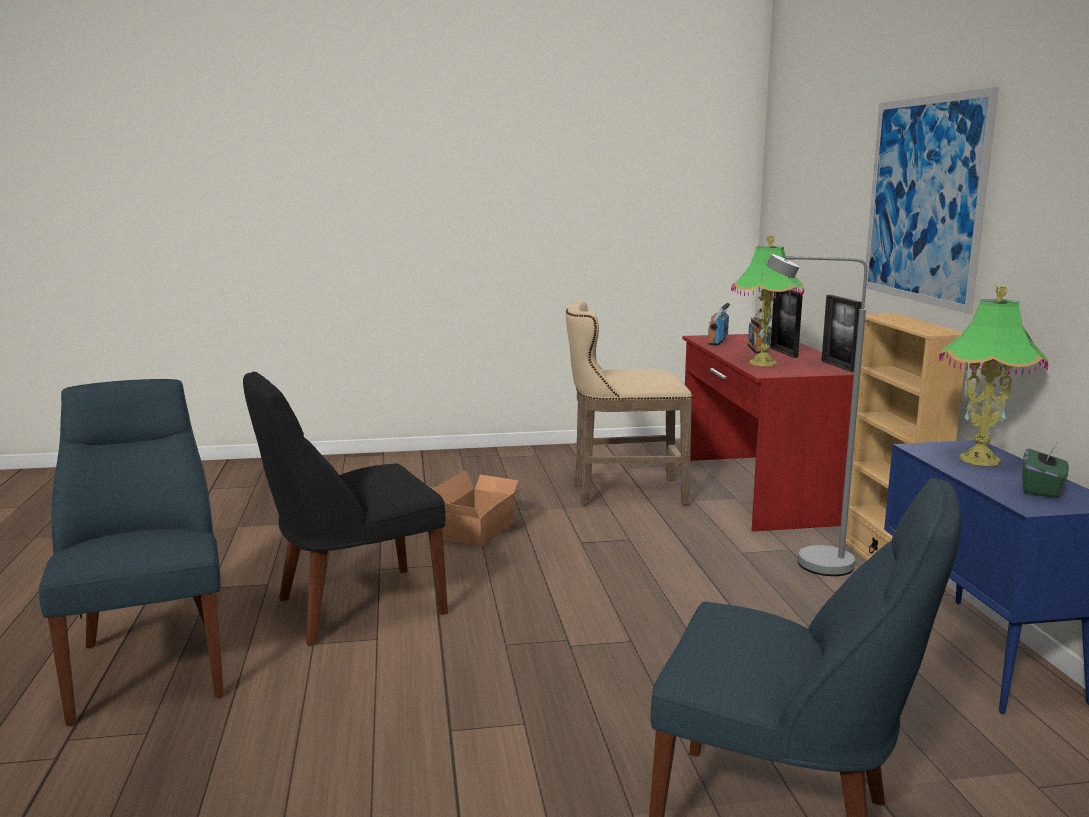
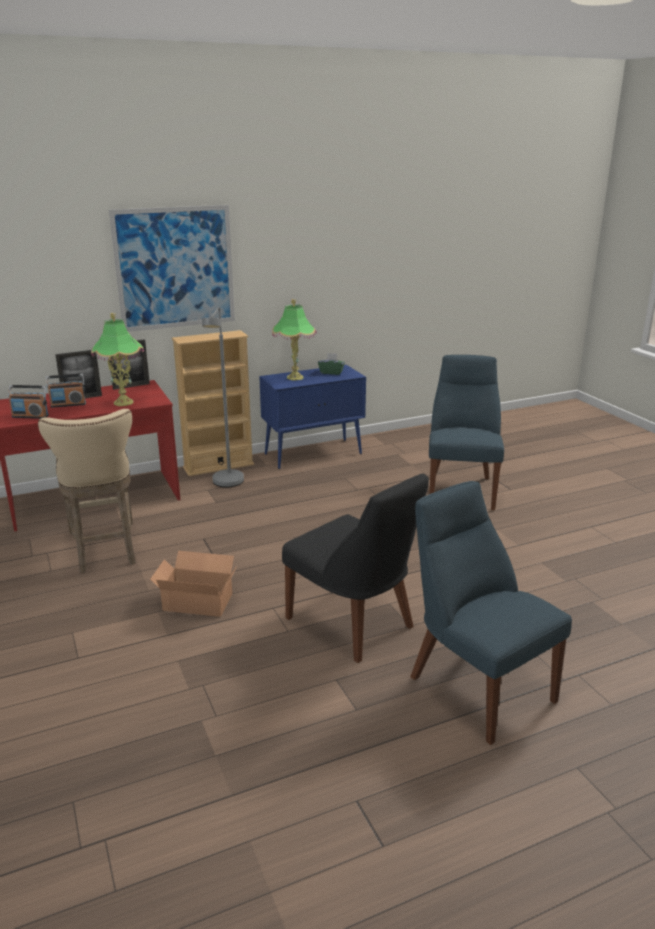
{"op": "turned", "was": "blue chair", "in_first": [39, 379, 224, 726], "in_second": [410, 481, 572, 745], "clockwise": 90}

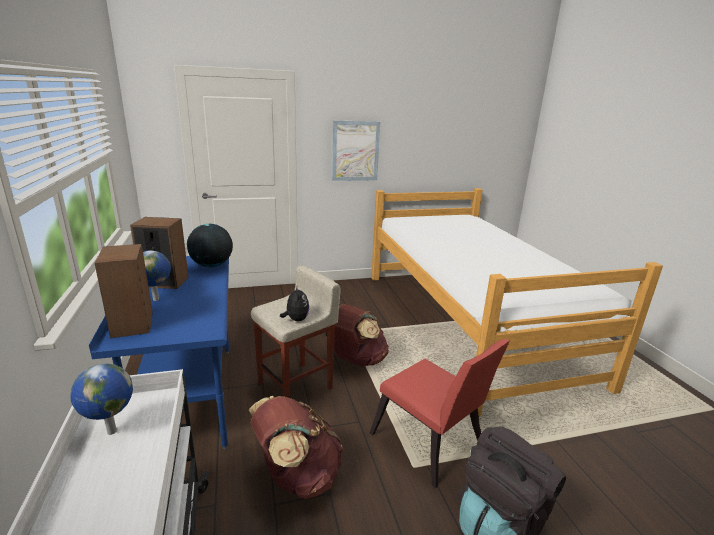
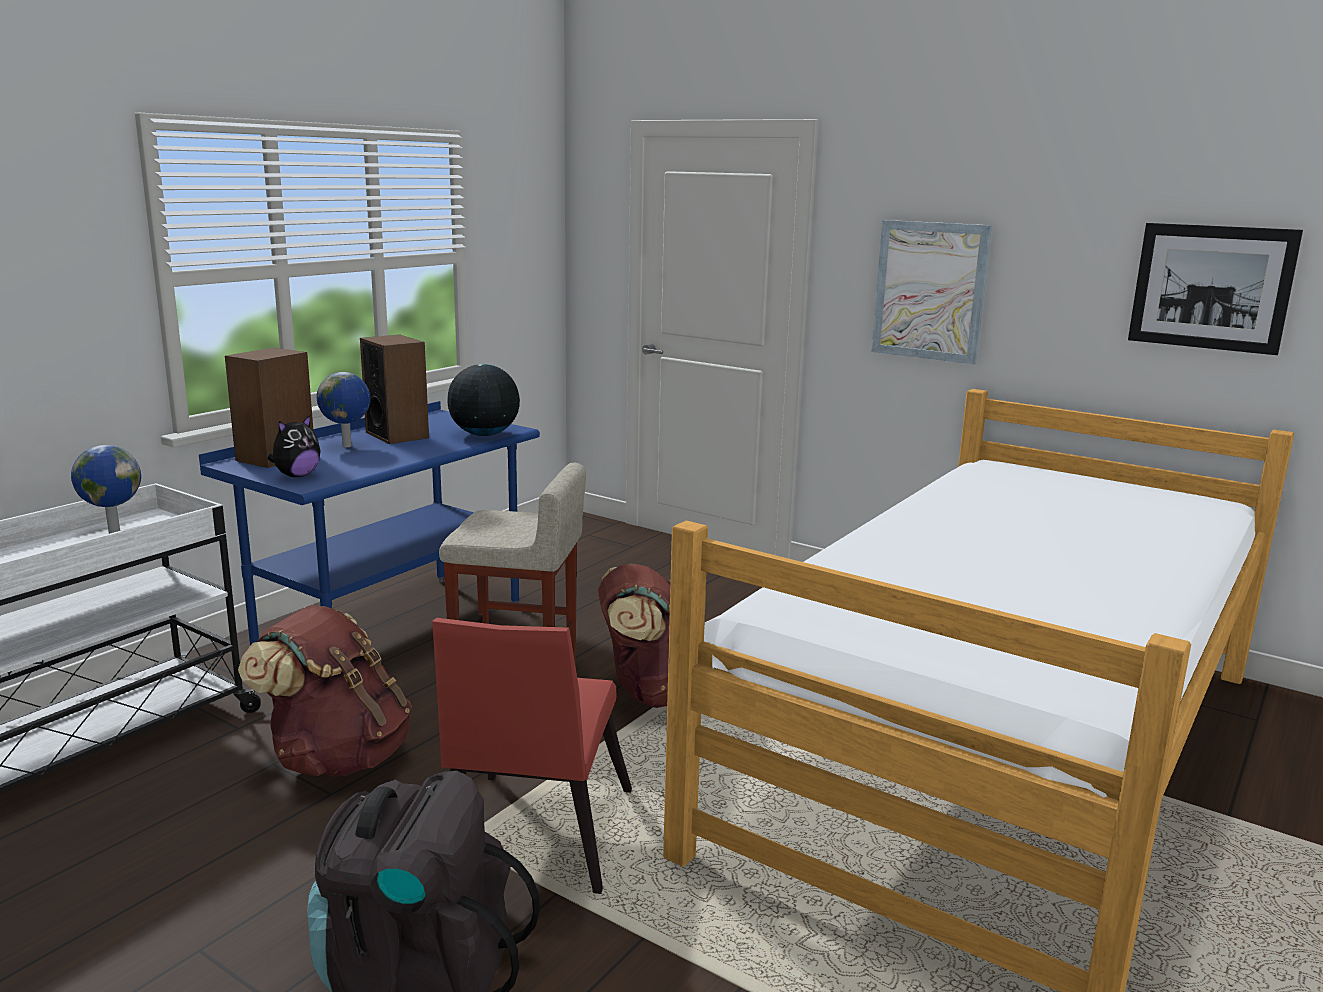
{"op": "added", "now": "picture", "in_second": [1128, 223, 1303, 355]}
{"op": "moved", "was": "plush toy", "in_first": [280, 284, 309, 321], "in_second": [267, 415, 320, 477]}

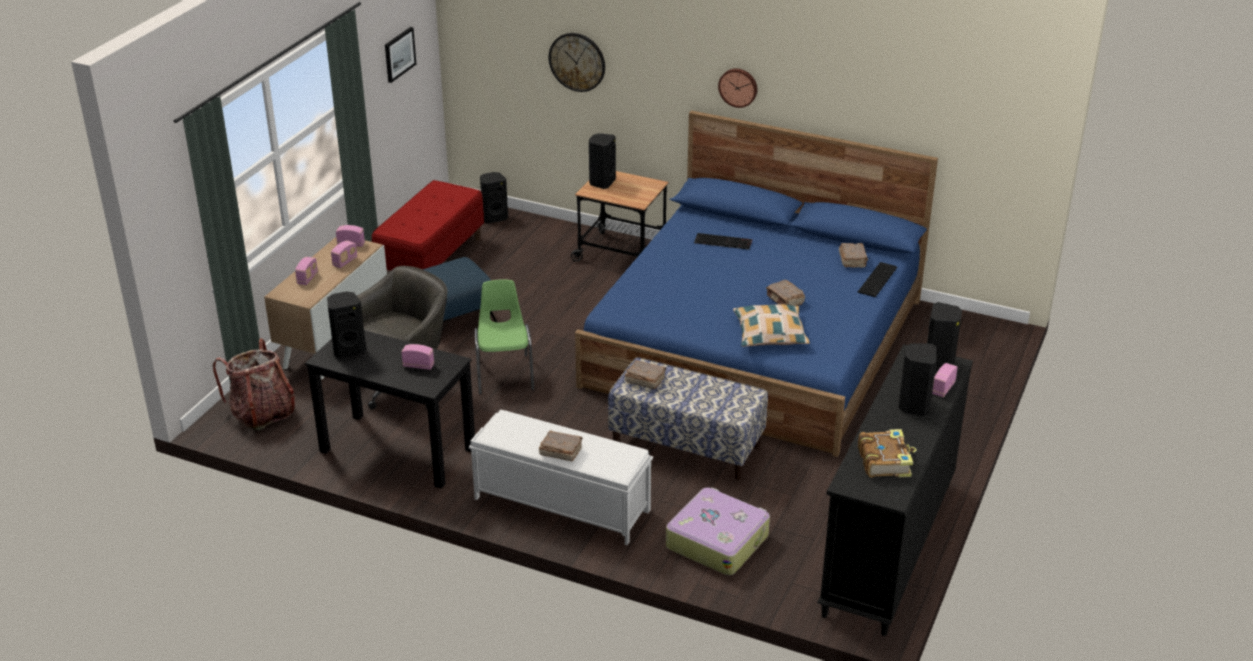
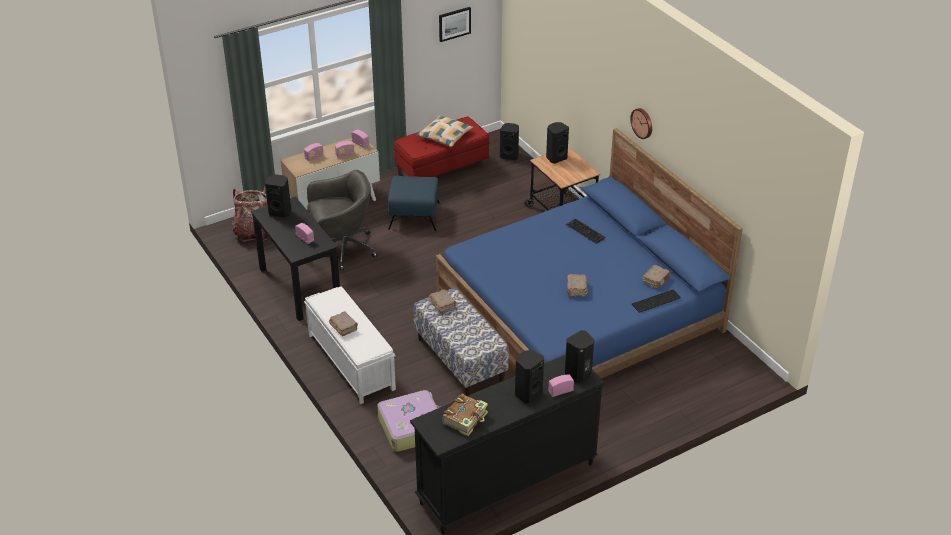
{"op": "removed", "was": "green chair", "in_first": [475, 279, 534, 395]}
{"op": "removed", "was": "wall clock", "in_first": [549, 33, 605, 92]}
{"op": "moved", "was": "pillow", "in_first": [733, 304, 810, 347], "in_second": [416, 116, 473, 147]}

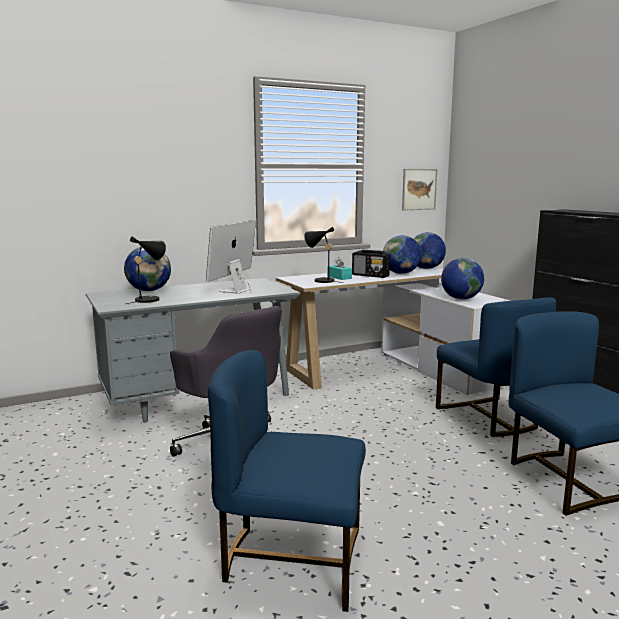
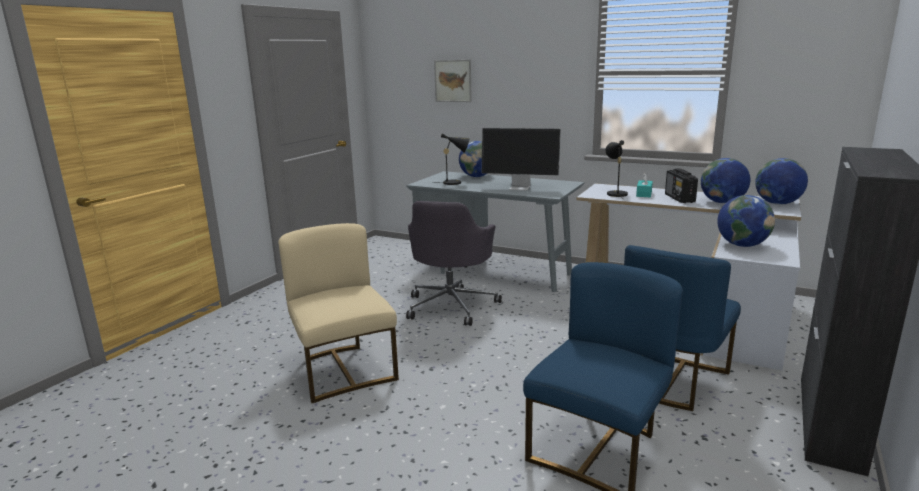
{"op": "moved", "was": "picture", "in_first": [402, 169, 437, 210], "in_second": [434, 60, 472, 102]}
{"op": "recoloured", "was": "blue chair", "now": "beige chair", "in_first": [208, 350, 366, 612], "in_second": [278, 223, 399, 403]}
{"op": "turned", "was": "monitor", "in_first": [206, 220, 256, 294], "in_second": [482, 128, 561, 191], "clockwise": -150}

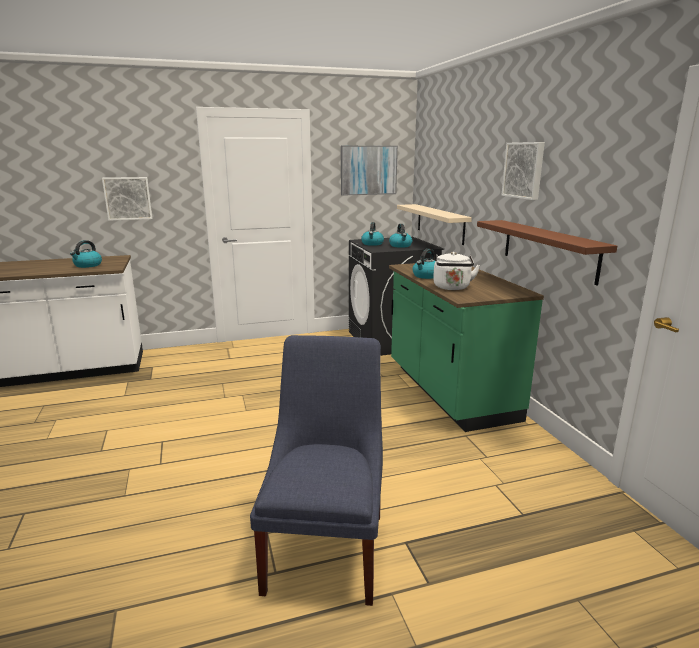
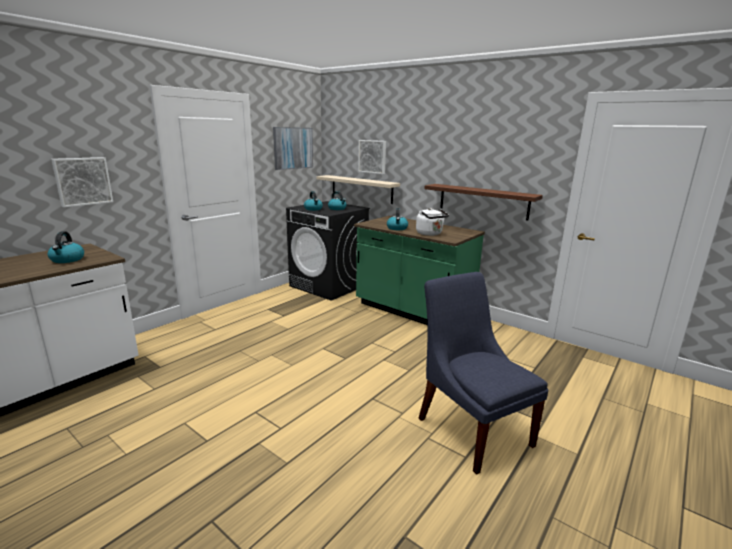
{"op": "moved", "was": "picture", "in_first": [501, 142, 545, 200], "in_second": [358, 140, 386, 174]}

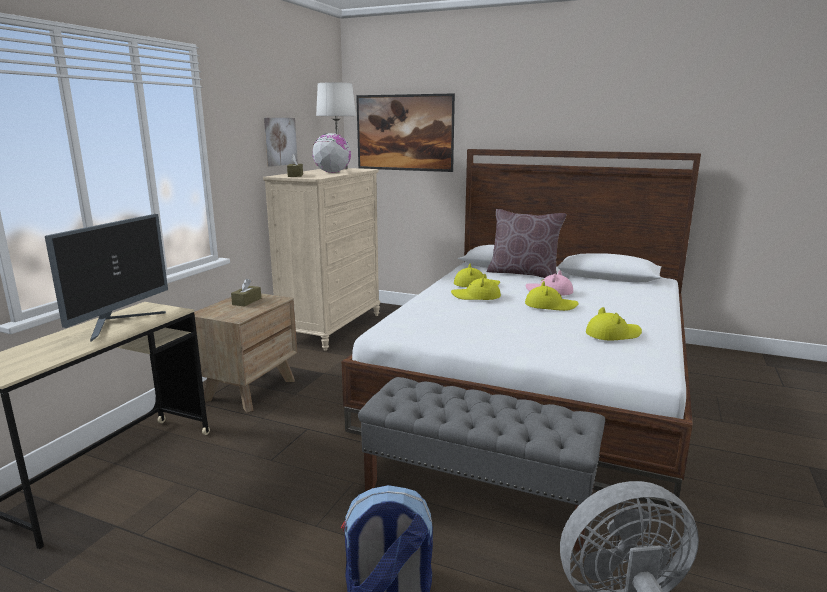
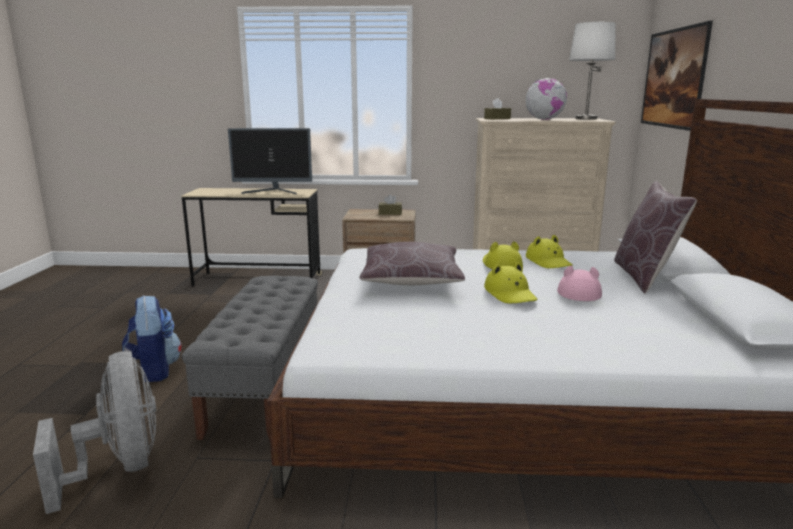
{"op": "removed", "was": "picture", "in_first": [264, 118, 298, 167]}
{"op": "removed", "was": "yellow hat", "in_first": [586, 307, 642, 340]}
{"op": "added", "now": "brown pillow", "in_second": [360, 242, 465, 285]}

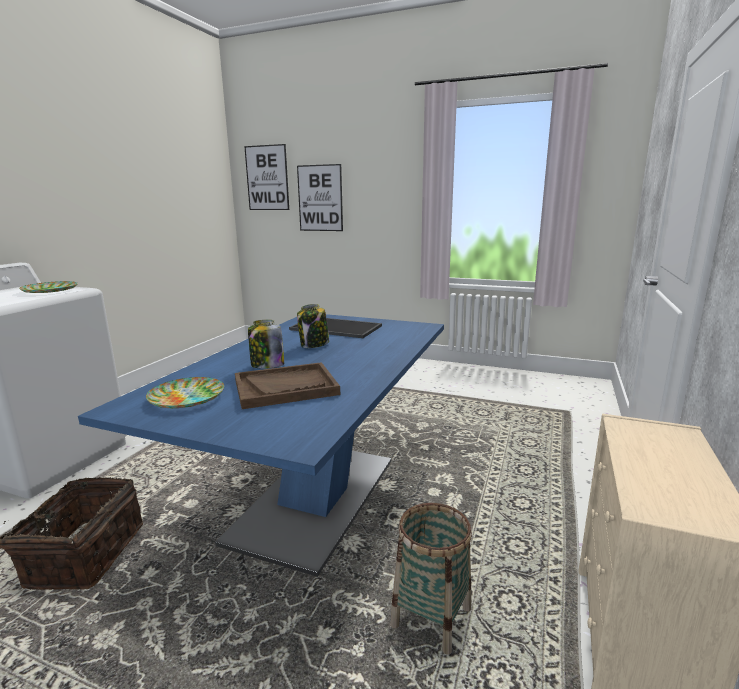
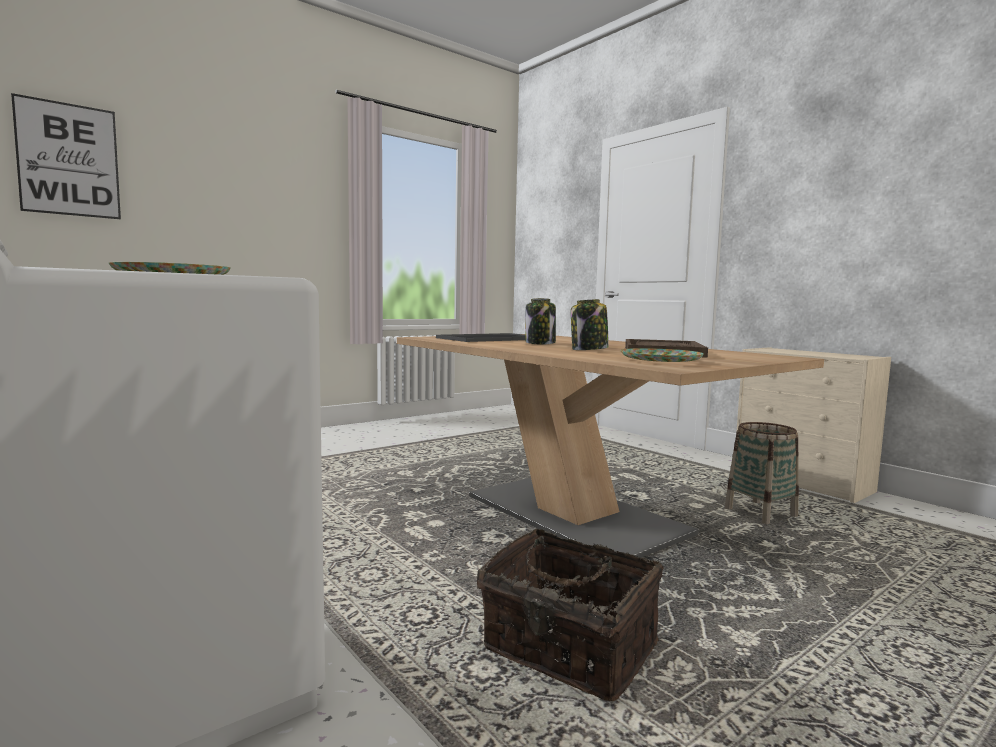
{"op": "removed", "was": "picture", "in_first": [297, 164, 343, 231]}
{"op": "recoloured", "was": "blue dining table", "now": "brown dining table", "in_first": [78, 314, 444, 577], "in_second": [397, 334, 824, 558]}

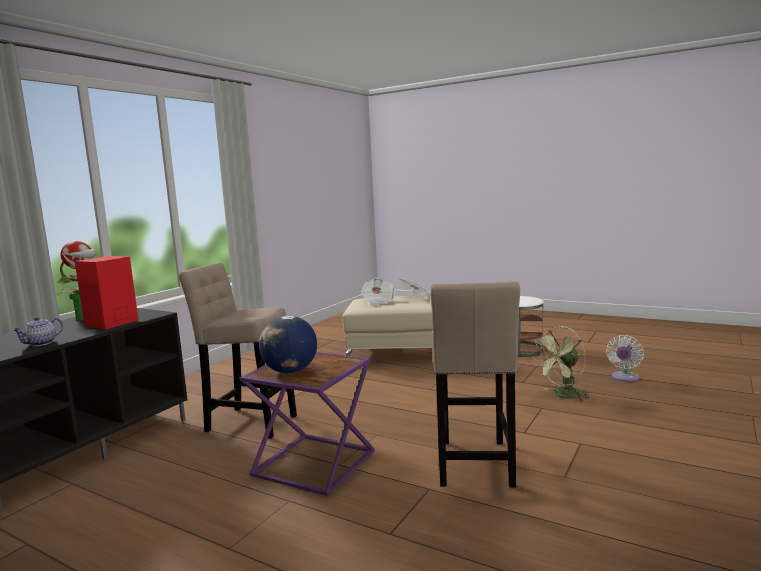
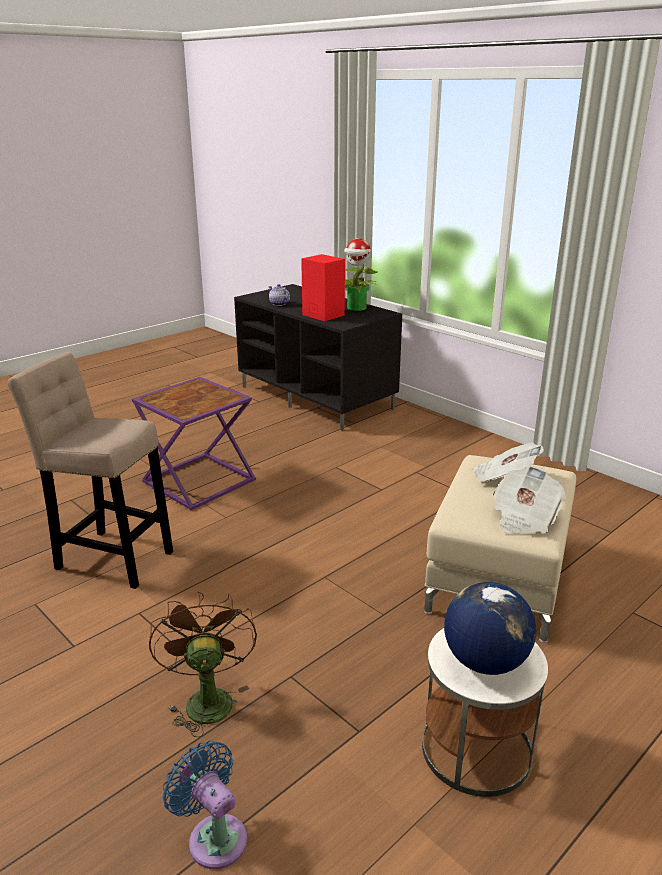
{"op": "removed", "was": "beige stool", "in_first": [179, 262, 297, 439]}
{"op": "moved", "was": "globe", "in_first": [259, 316, 317, 373], "in_second": [444, 582, 536, 675]}
{"op": "recoloured", "was": "green fan", "now": "brown fan", "in_first": [533, 326, 590, 402], "in_second": [149, 591, 257, 737]}
{"op": "recoloured", "was": "white fan", "now": "blue fan", "in_first": [606, 335, 644, 382], "in_second": [162, 741, 247, 869]}

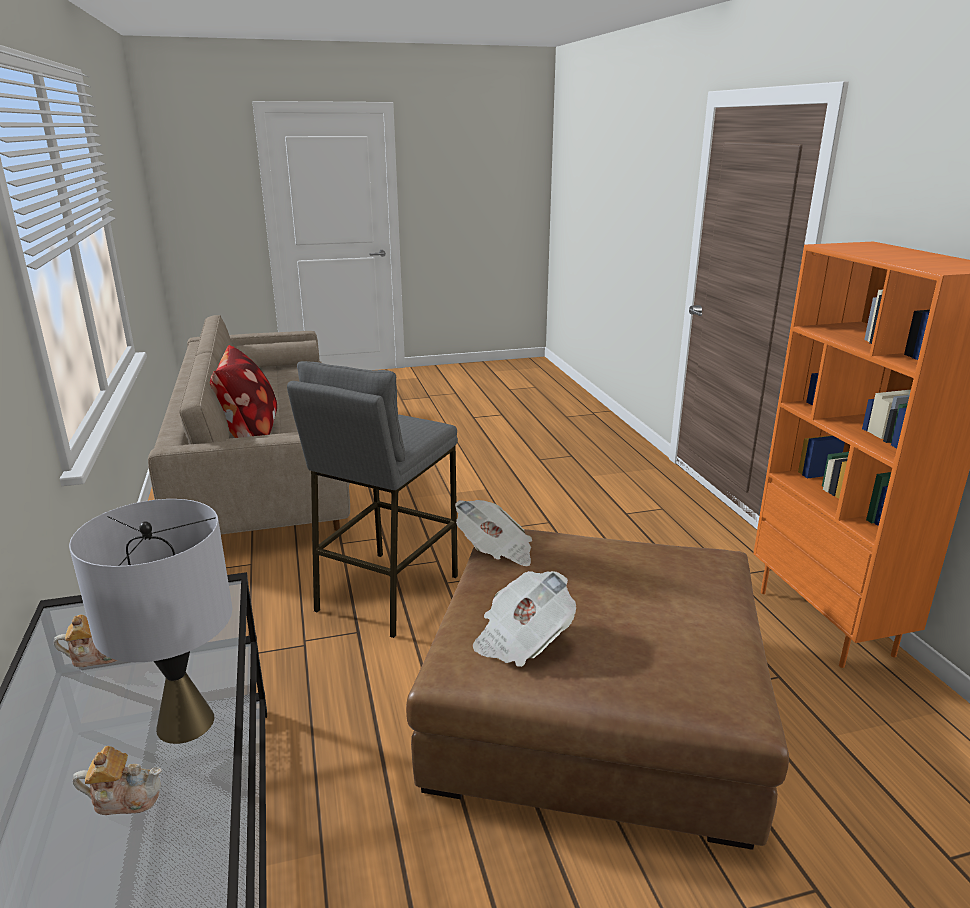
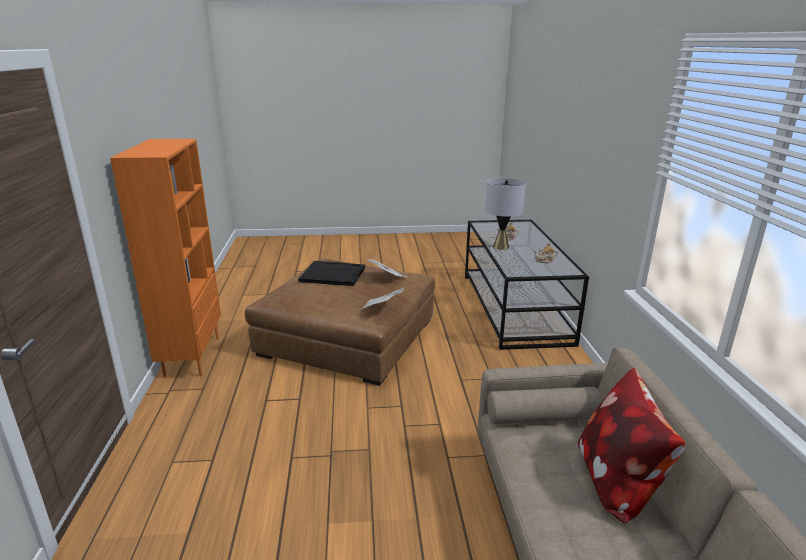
{"op": "removed", "was": "grey stool", "in_first": [287, 361, 458, 638]}
{"op": "added", "now": "black tray", "in_second": [298, 261, 365, 286]}

